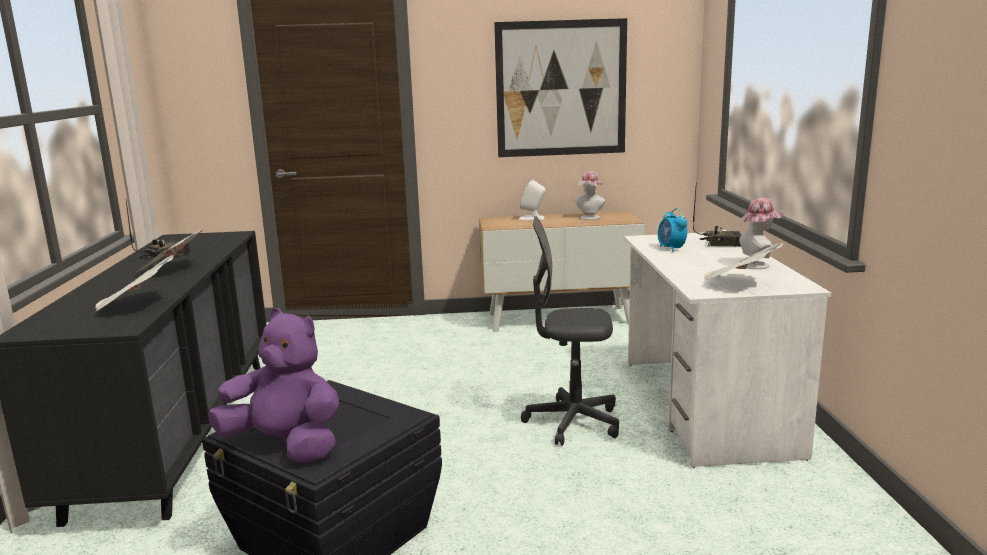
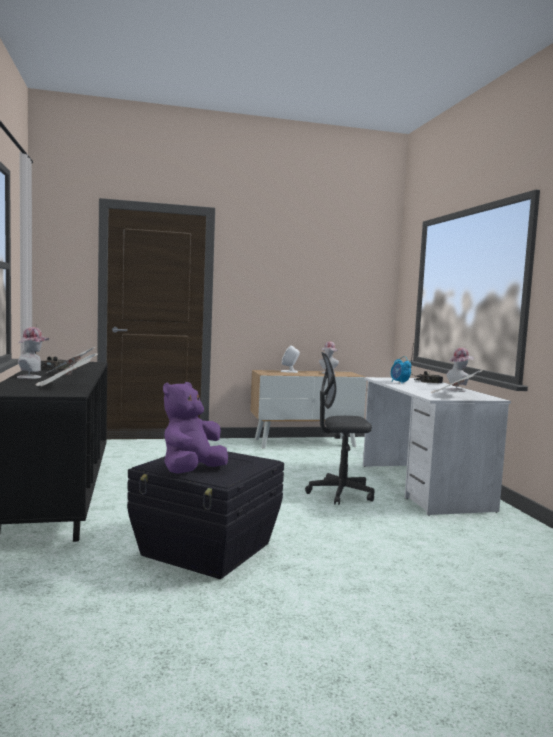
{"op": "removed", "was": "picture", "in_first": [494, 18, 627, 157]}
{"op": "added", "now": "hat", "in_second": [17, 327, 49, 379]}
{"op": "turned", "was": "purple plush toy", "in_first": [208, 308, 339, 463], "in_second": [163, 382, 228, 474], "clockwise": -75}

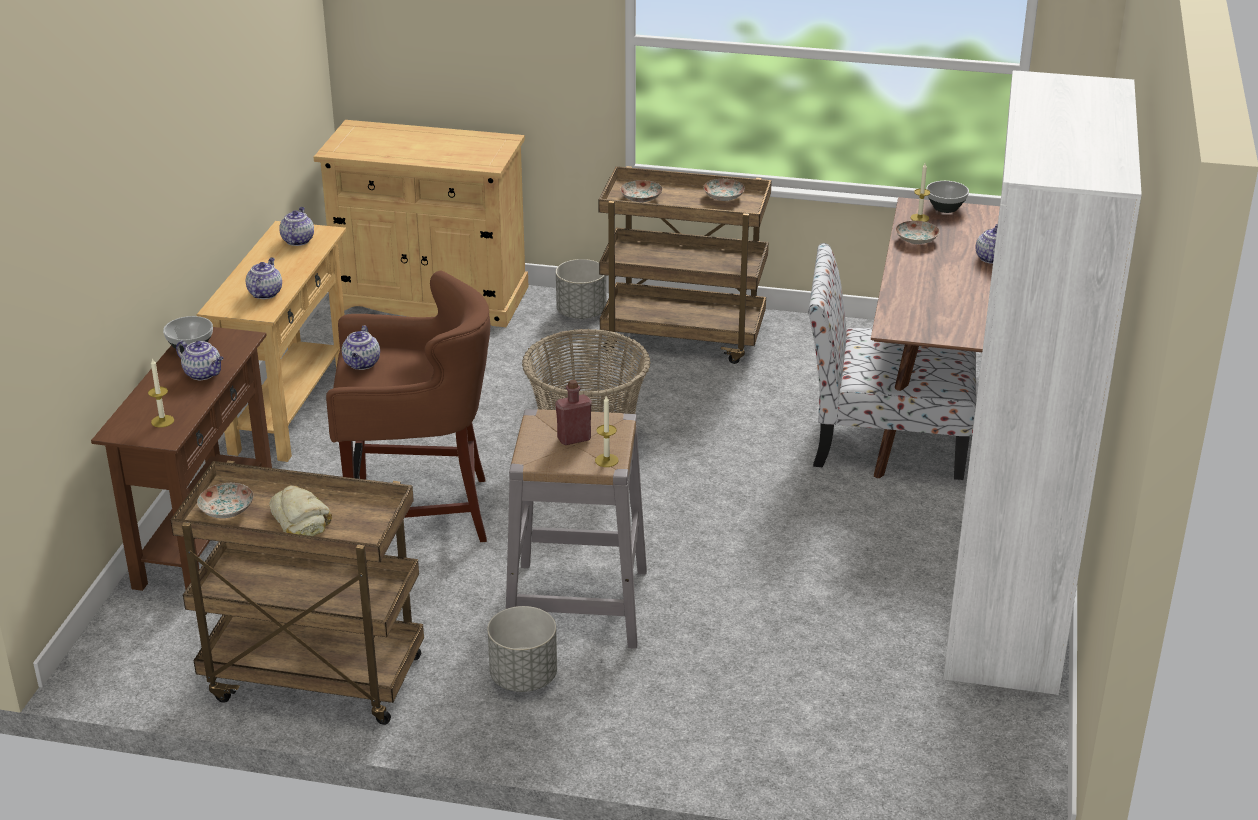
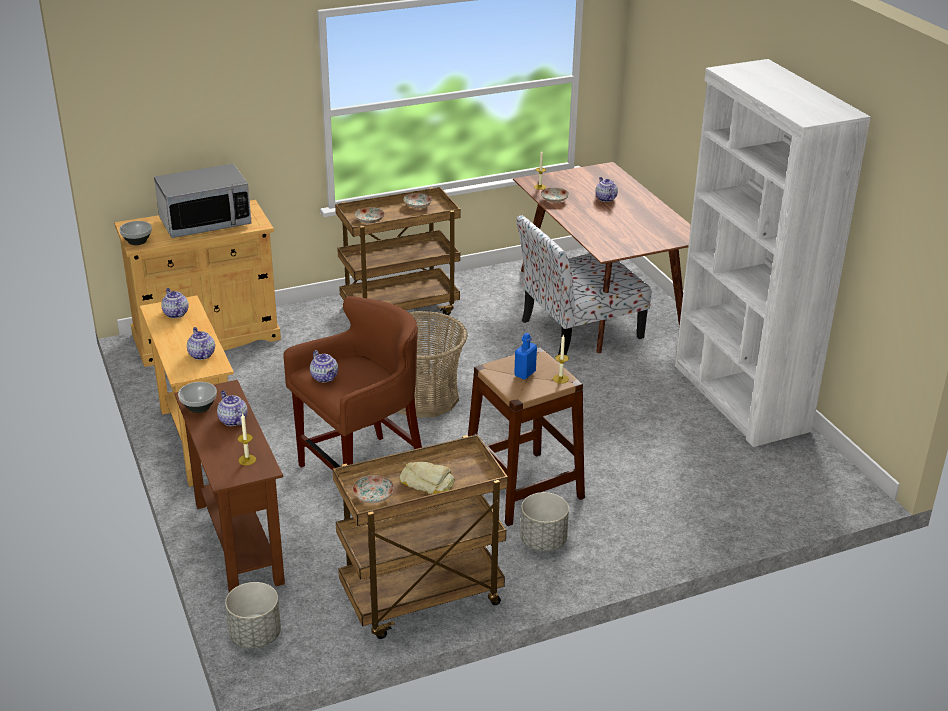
{"op": "added", "now": "microwave", "in_second": [154, 164, 252, 238]}
{"op": "moved", "was": "grey planter", "in_first": [556, 259, 607, 319], "in_second": [225, 582, 281, 649]}
{"op": "moved", "was": "bowl", "in_first": [926, 181, 969, 213], "in_second": [119, 221, 152, 245]}
{"op": "recoloured", "was": "grey stool", "now": "brown stool", "in_first": [506, 409, 647, 649], "in_second": [468, 347, 585, 526]}
{"op": "recoloured", "was": "red bottle", "now": "blue bottle", "in_first": [555, 380, 592, 445], "in_second": [514, 333, 537, 379]}
{"op": "turned", "was": "teapot", "in_first": [176, 341, 224, 380], "in_second": [217, 391, 248, 426], "clockwise": -120}

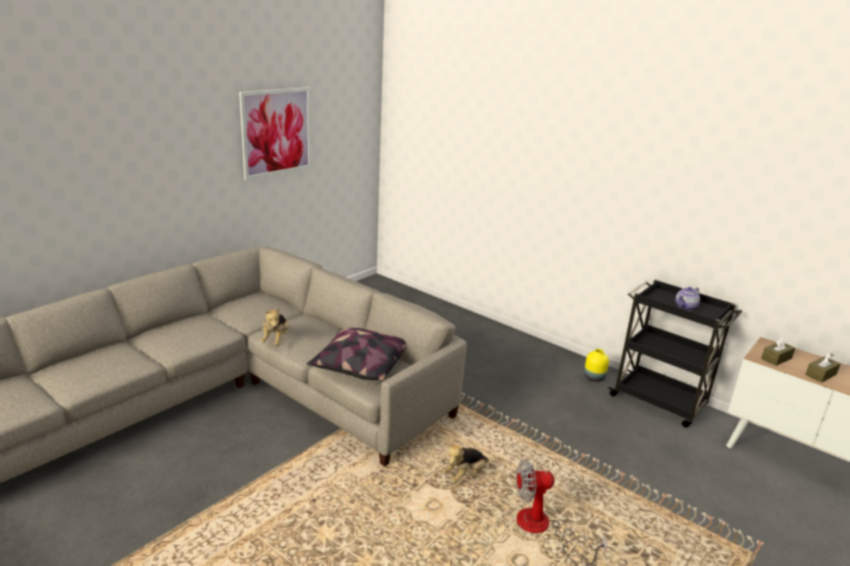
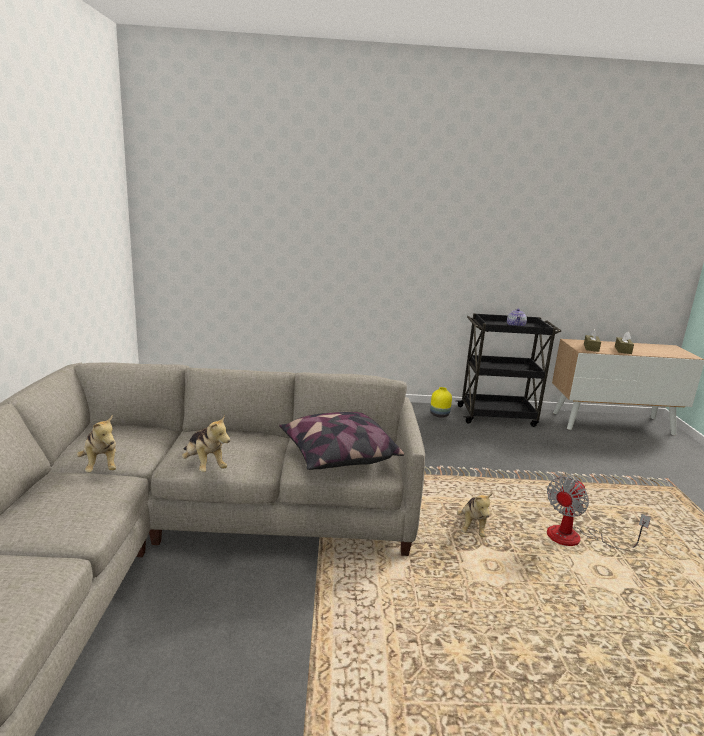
{"op": "removed", "was": "picture", "in_first": [239, 87, 311, 180]}
{"op": "added", "now": "plush toy", "in_second": [77, 415, 116, 473]}

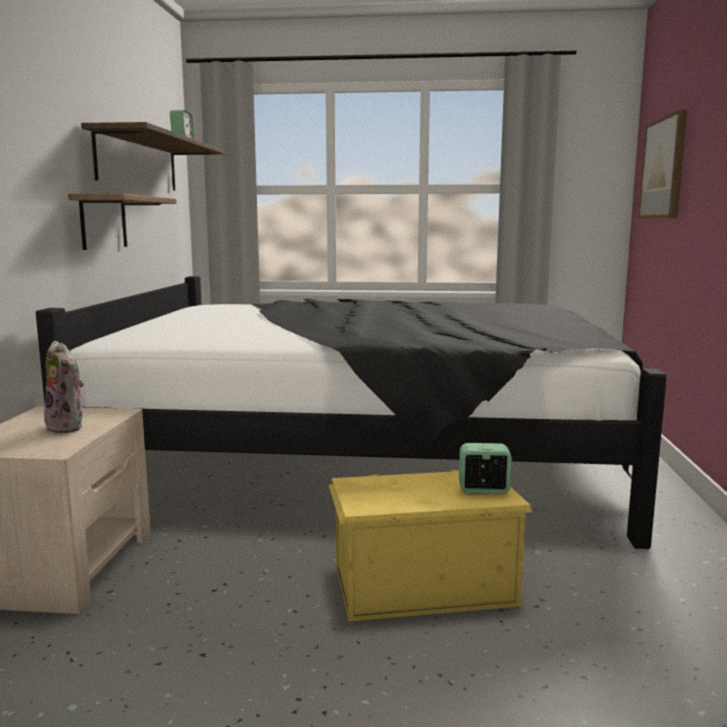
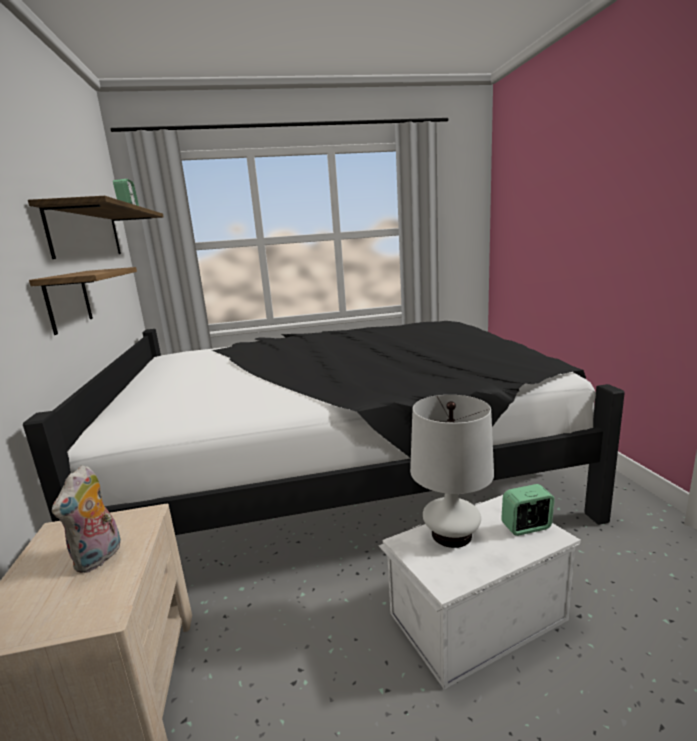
{"op": "removed", "was": "picture", "in_first": [638, 110, 687, 219]}
{"op": "added", "now": "white table lamp", "in_second": [410, 395, 494, 548]}
{"op": "recoloured", "was": "yellow storage box", "now": "white storage box", "in_first": [328, 470, 533, 621], "in_second": [379, 495, 581, 689]}
{"op": "turned", "was": "plush toy", "in_first": [44, 341, 84, 433], "in_second": [52, 465, 121, 573], "clockwise": 75}

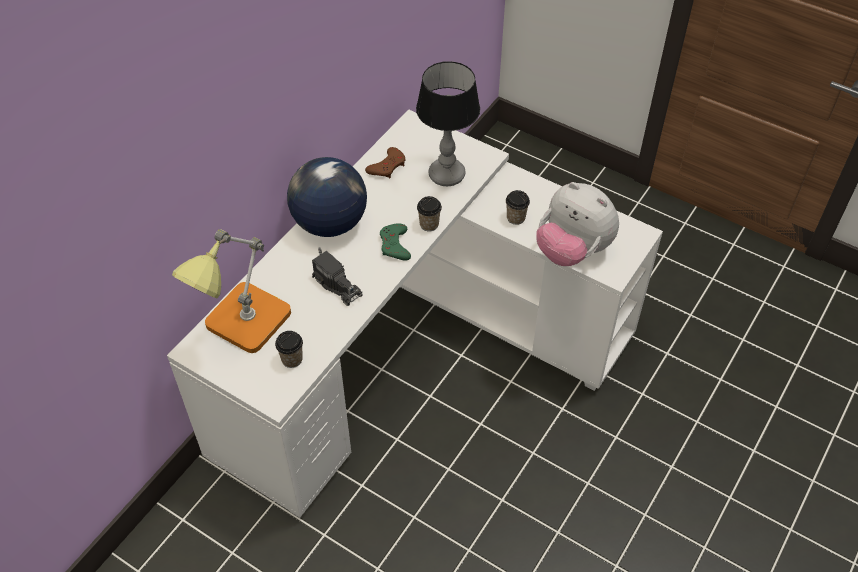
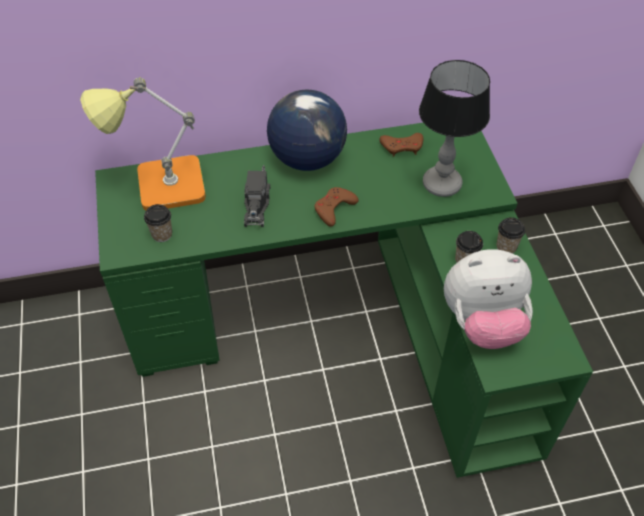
{"op": "moved", "was": "cup", "in_first": [417, 196, 442, 231], "in_second": [497, 217, 525, 254]}
{"op": "recoloured", "was": "white desk", "now": "green desk", "in_first": [167, 109, 663, 518], "in_second": [95, 123, 593, 478]}
{"op": "recoloured", "was": "green game controller", "now": "brown game controller", "in_first": [380, 223, 411, 261], "in_second": [314, 187, 359, 227]}
{"op": "turned", "was": "plush toy", "in_first": [536, 182, 619, 266], "in_second": [444, 249, 533, 349], "clockwise": -90}

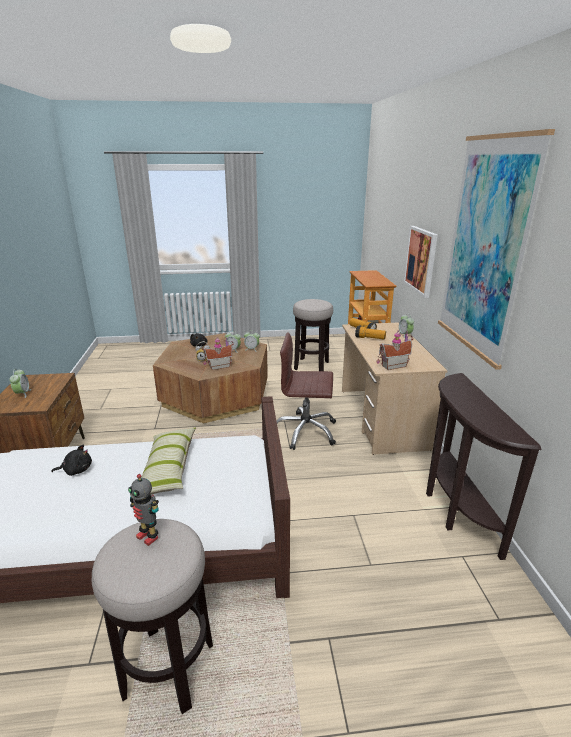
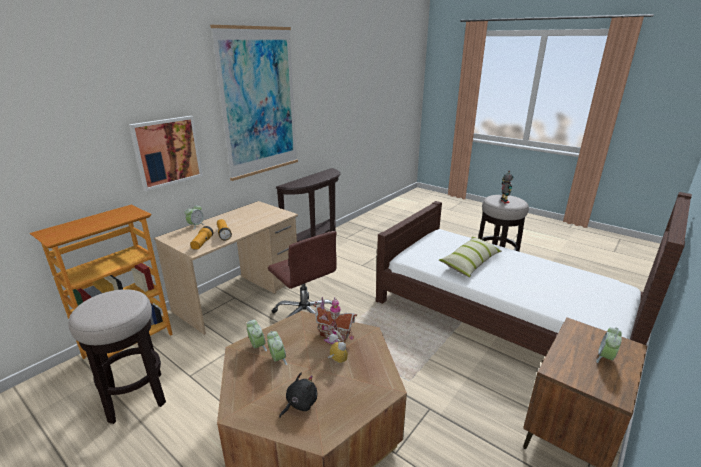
{"op": "removed", "was": "black plush toy", "in_first": [51, 445, 92, 476]}
{"op": "removed", "was": "toy house", "in_first": [377, 330, 413, 370]}

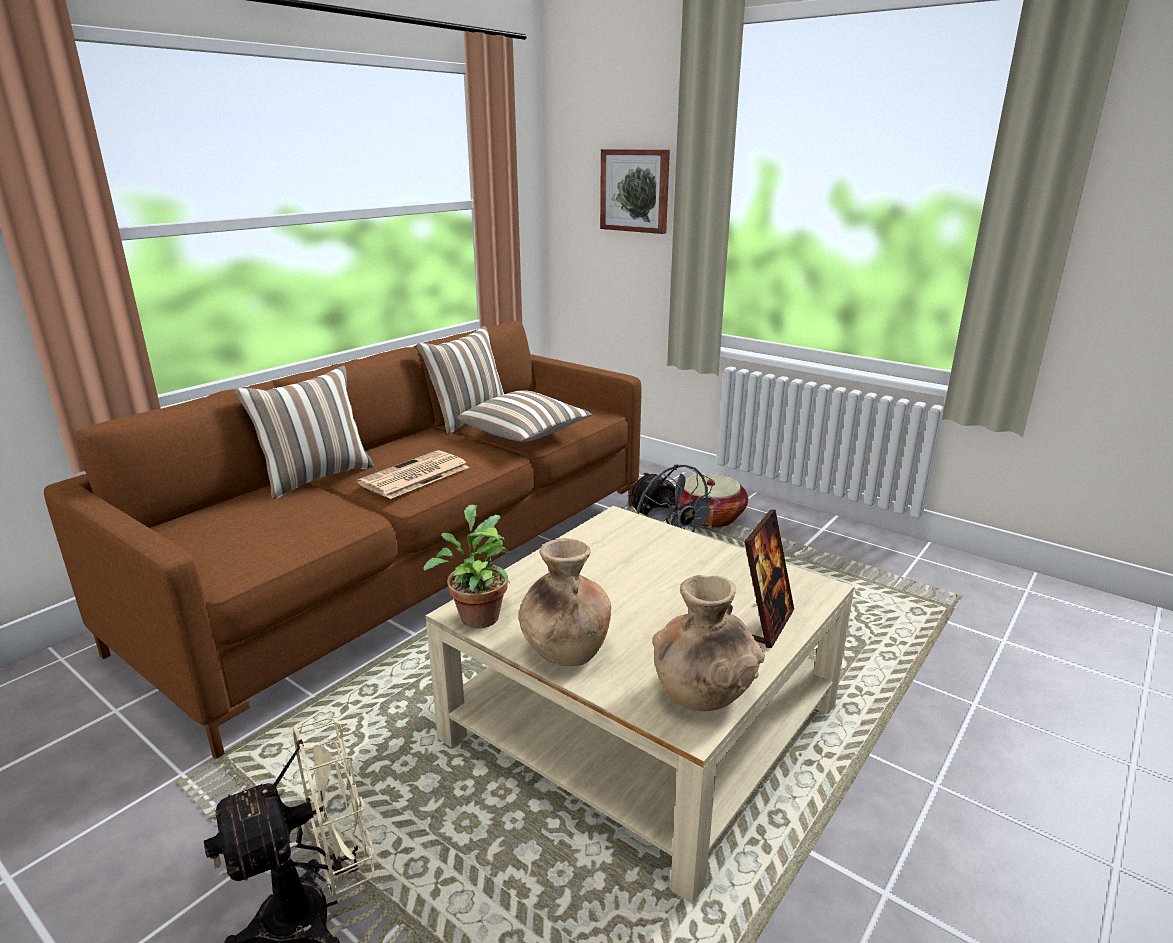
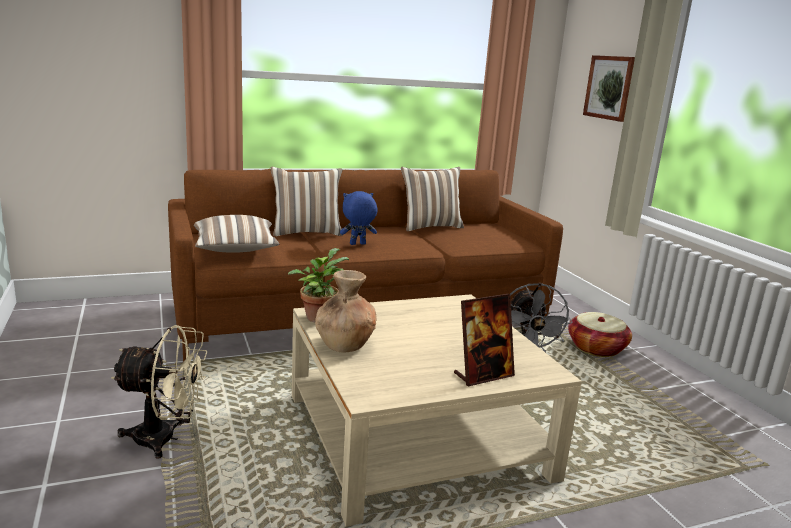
{"op": "removed", "was": "brown vase", "in_first": [653, 575, 765, 711]}
{"op": "moved", "was": "pillow", "in_first": [457, 390, 592, 442], "in_second": [194, 215, 279, 253]}
{"op": "replaced", "was": "newspaper", "now": "blue plush toy", "in_first": [357, 450, 469, 499], "in_second": [340, 191, 378, 245]}

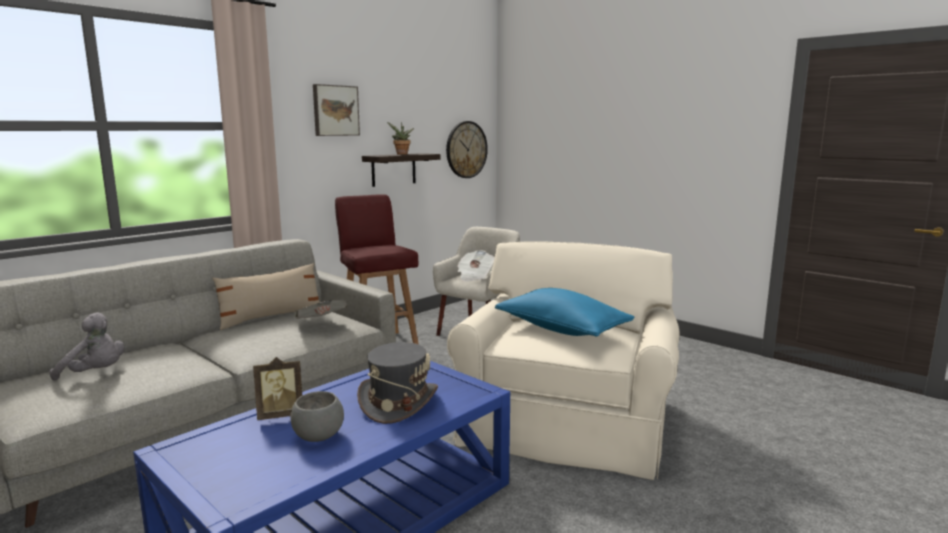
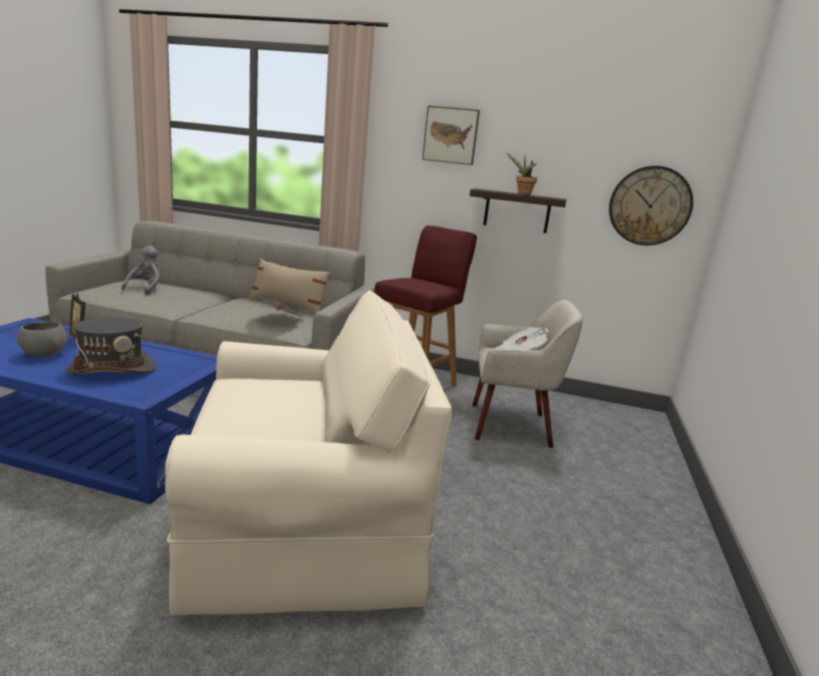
{"op": "removed", "was": "blue pillow", "in_first": [495, 288, 634, 337]}
{"op": "turned", "was": "grey plush toy", "in_first": [49, 312, 125, 381], "in_second": [121, 245, 161, 295], "clockwise": -150}

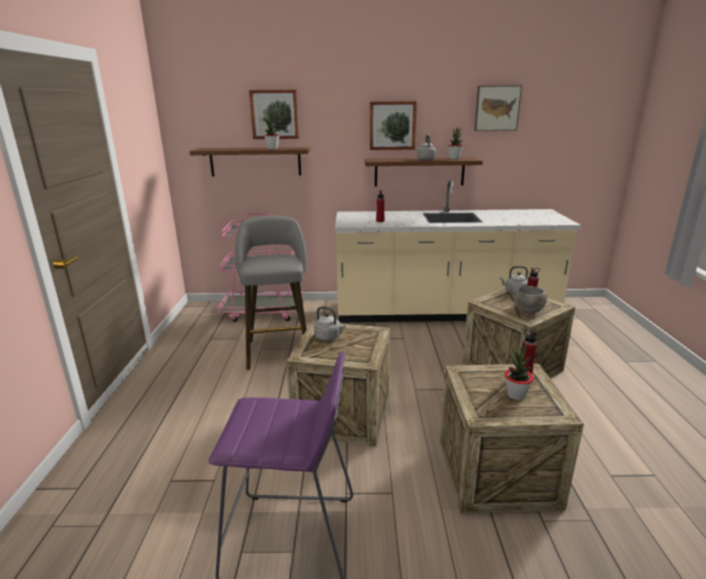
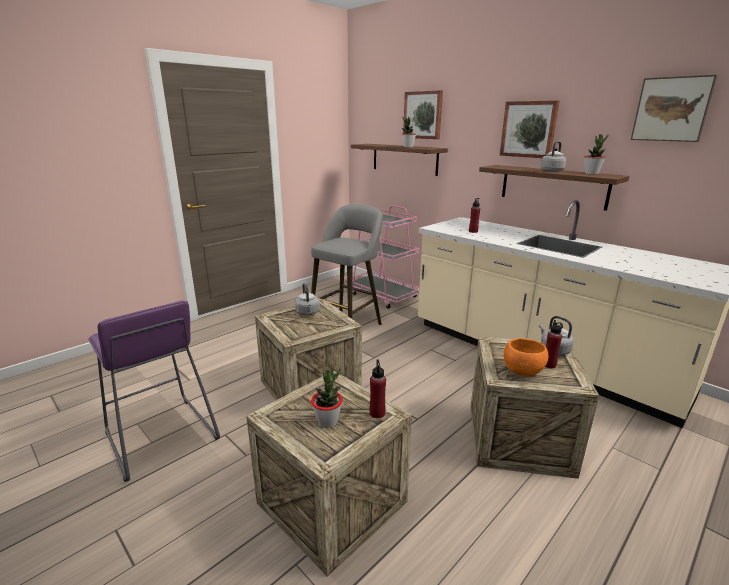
{"op": "recoloured", "was": "grey bowl", "now": "orange bowl", "in_first": [514, 286, 547, 314], "in_second": [504, 338, 548, 376]}

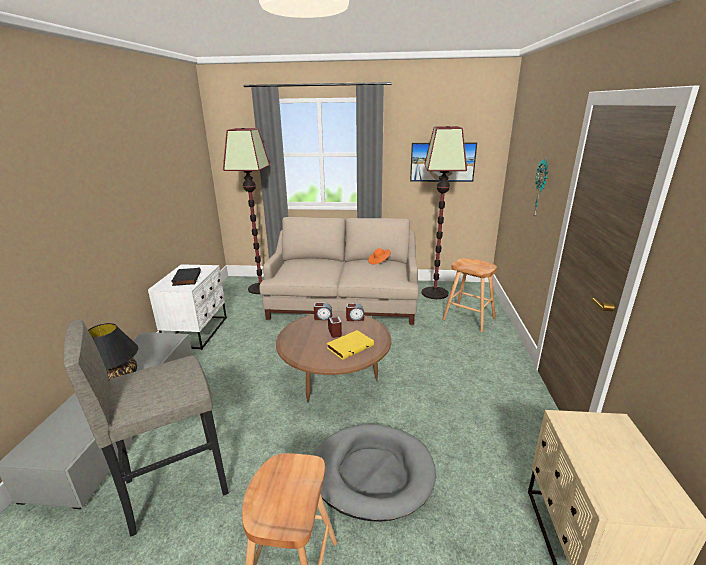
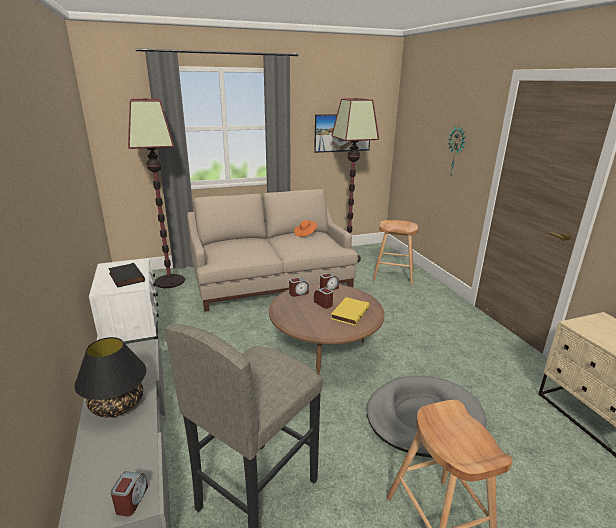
{"op": "added", "now": "alarm clock", "in_second": [111, 471, 148, 517]}

